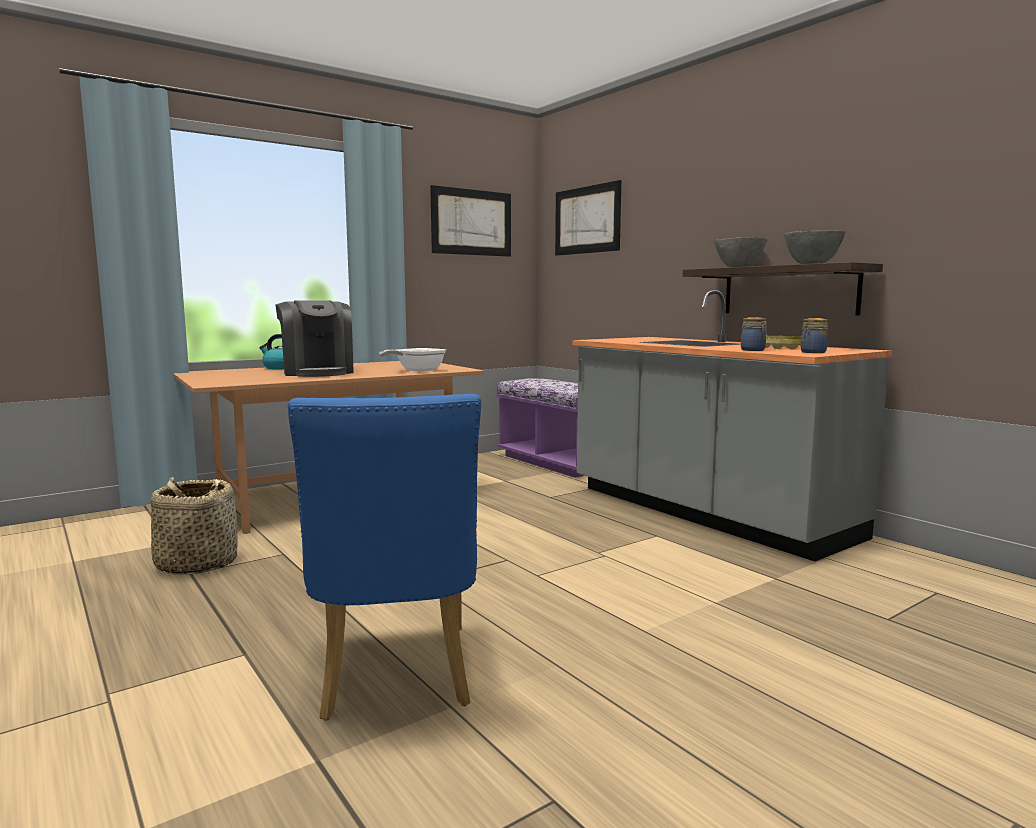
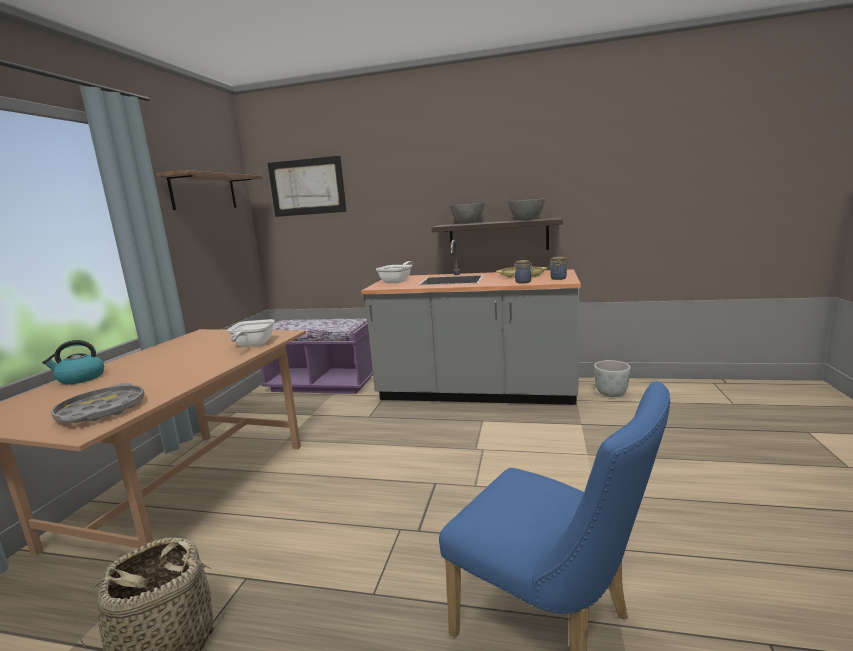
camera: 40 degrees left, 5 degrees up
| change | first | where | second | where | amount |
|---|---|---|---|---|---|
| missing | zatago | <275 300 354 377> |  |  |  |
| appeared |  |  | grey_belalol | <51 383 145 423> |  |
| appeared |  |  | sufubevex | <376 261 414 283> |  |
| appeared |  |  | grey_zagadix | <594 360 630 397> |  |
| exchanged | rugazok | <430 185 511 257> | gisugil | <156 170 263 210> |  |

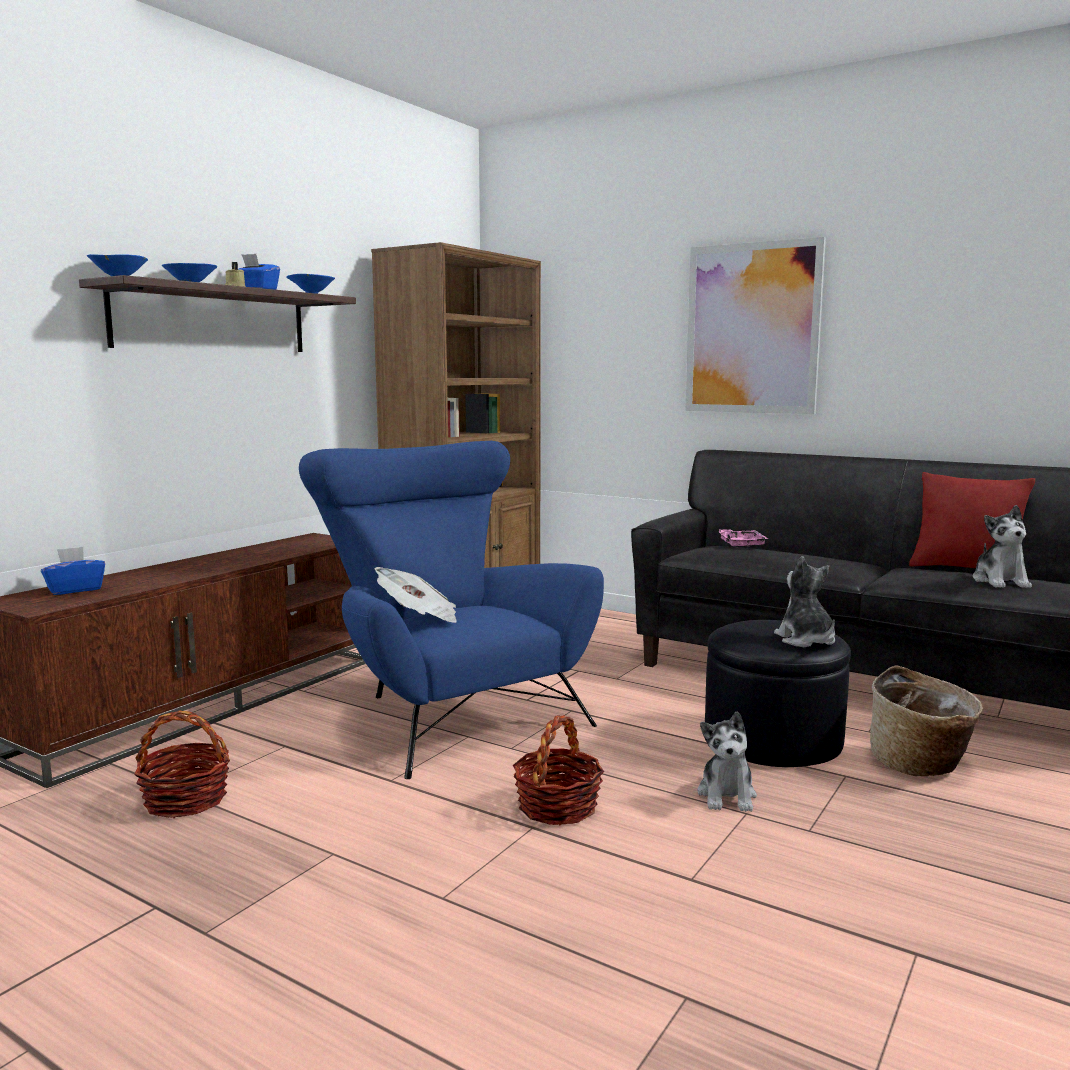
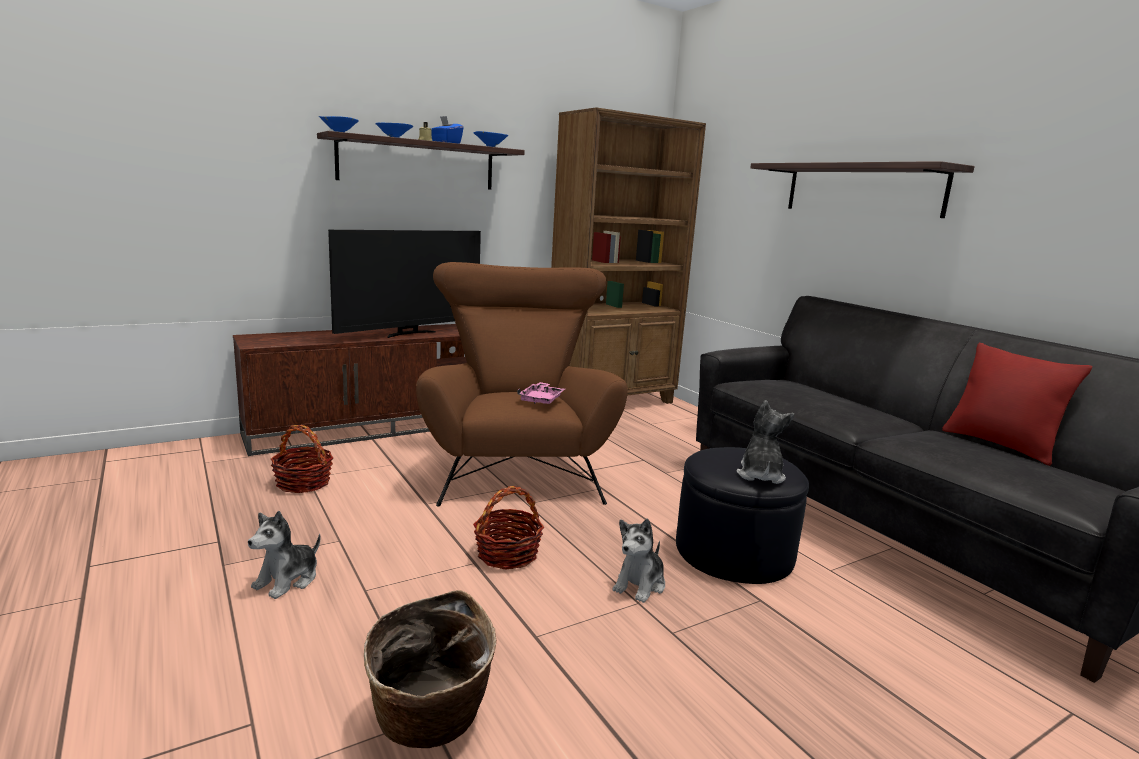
camera: 25 degrees right, 5 degrees up
| change | first | where | second | where | amount |
|---|---|---|---|---|---|
| missing | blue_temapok | <41 547 105 595> |  |  |  |
| missing | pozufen | <375 567 457 623> |  |  |  |
| appeared |  |  | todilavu | <328 230 481 338> |  |
| relocated | pink_belalol | <718 529 768 547> |  | <517 382 565 404> |  |
| relocated | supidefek | <870 665 983 776> |  | <364 590 496 748> |  |
| relocated | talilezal | <973 505 1032 588> |  | <248 511 320 599> |  |
| exchanged | rugazok | <685 237 826 414> | gisugil | <750 161 975 218> |  |
| colour | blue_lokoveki | <299 441 604 779> | brown_lokoveki | <416 262 628 507> |  |

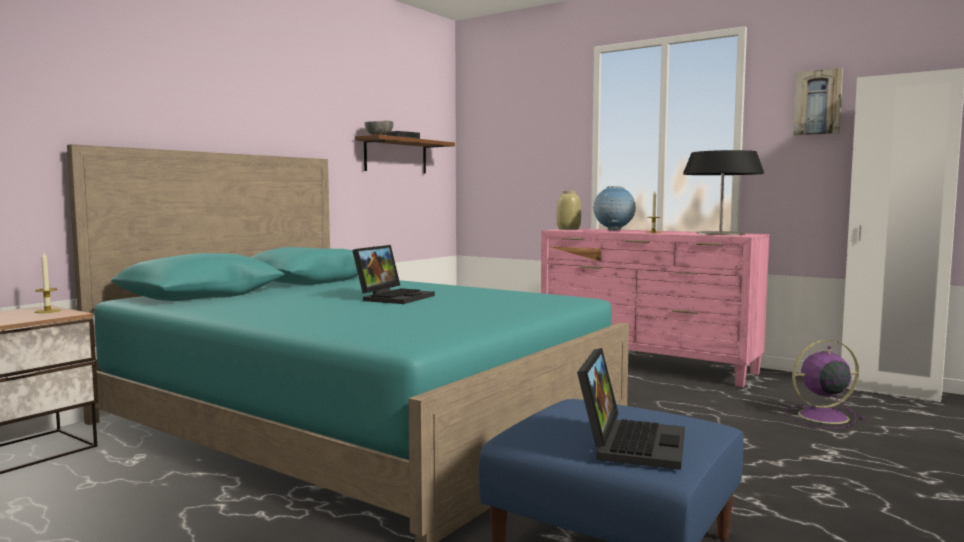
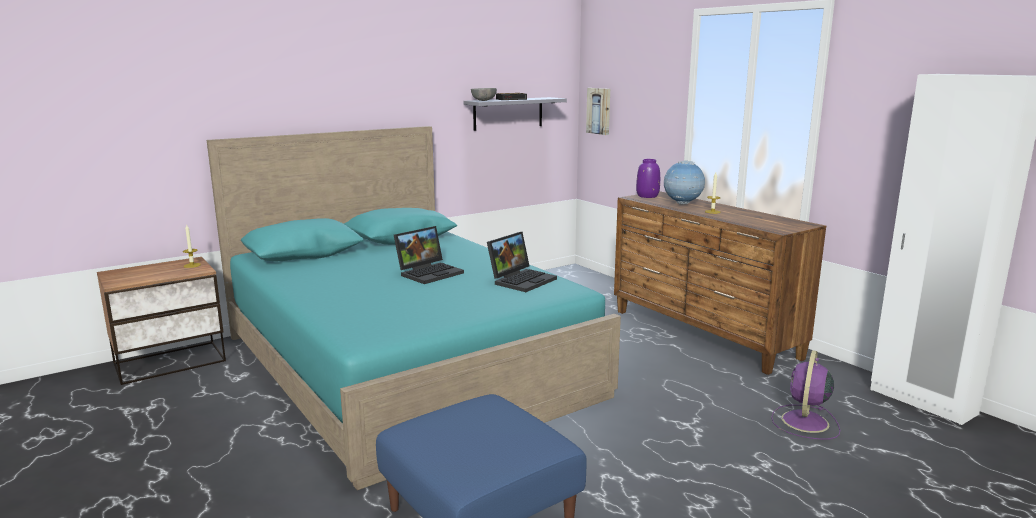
camera: 20 degrees right, 10 degrees up
| change | first | where | second | where | amount |
|---|---|---|---|---|---|
| missing | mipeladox | <683 150 764 235> |  |  |  |
| relocated | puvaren | <577 348 685 470> |  | <487 232 557 292> |  |
| relocated | rugazok | <793 68 843 136> |  | <586 88 610 135> |  |
| colour | brown_gisugil | <355 135 455 174> | grey_gisugil | <463 97 567 131> |  |
| colour | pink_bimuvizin | <541 228 769 388> | brown_bimuvizin | <614 191 826 375> |  |
| colour | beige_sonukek | <556 191 581 230> | purple_sonukek | <636 159 660 198> |  |
| spun | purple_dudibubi | <785 340 866 429> |  | <771 350 840 440> | 75 degrees counterclockwise |

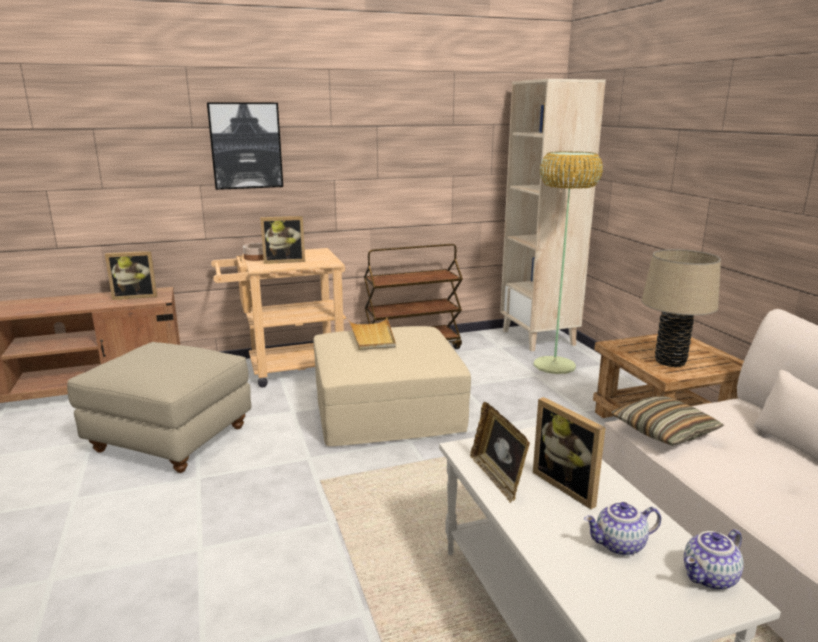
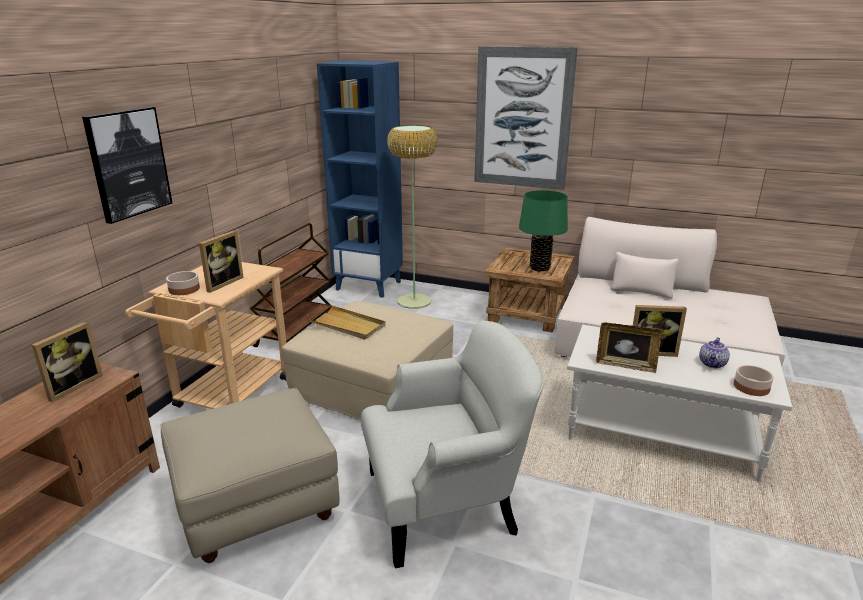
camera: 50 degrees left, 5 degrees up
| change | first | where | second | where | amount |
|---|---|---|---|---|---|
| missing | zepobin | <612 396 724 446> |  |  |  |
| missing | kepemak | <684 529 744 590> |  |  |  |
| appeared |  |  | white_lokoveki | <361 321 544 568> |  |
| appeared |  |  | rugazok | <474 46 578 190> |  |
| appeared |  |  | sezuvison | <734 365 774 396> |  |
| colour | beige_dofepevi | <500 79 606 351> | blue_dofepevi | <317 61 403 298> |  |
| colour | beige_mipeladox | <642 249 721 367> | green_mipeladox | <519 190 568 272> |  |

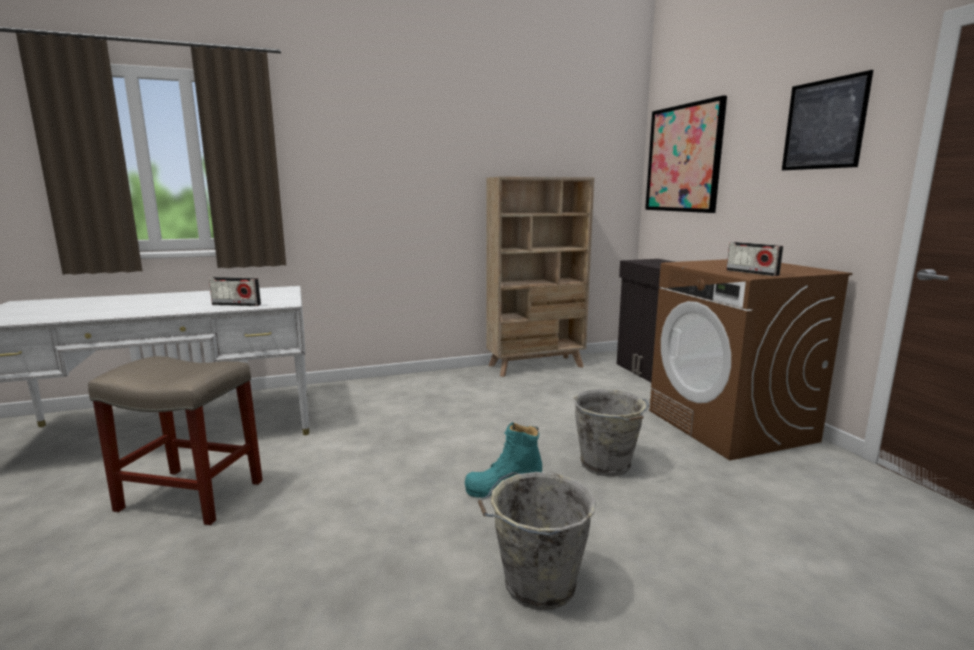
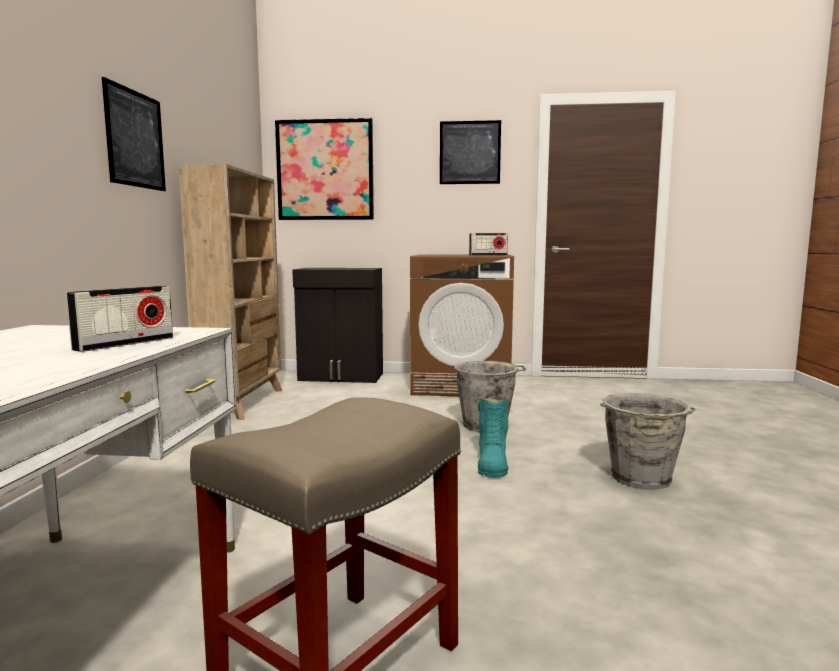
camera: 65 degrees left, 5 degrees down
| change | first | where | second | where | amount |
|---|---|---|---|---|---|
| appeared |  |  | rugazok | <102 77 166 191> |  |

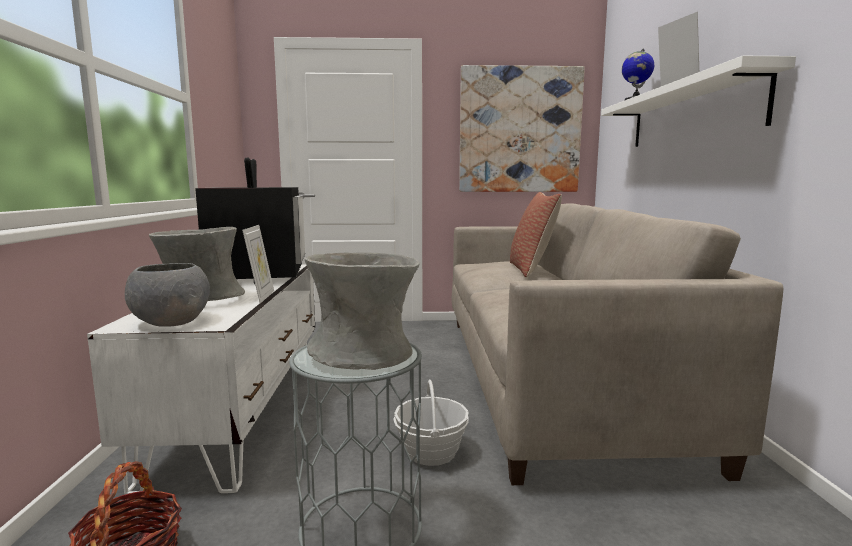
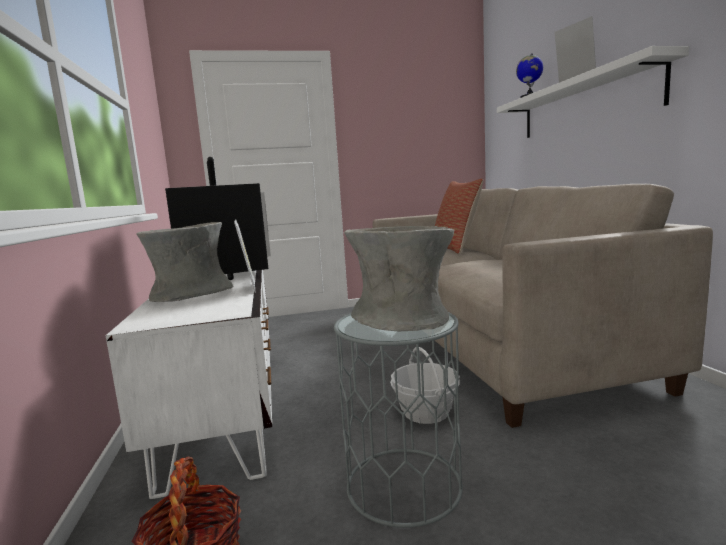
camera: 10 degrees left, 0 degrees up
| change | first | where | second | where | amount |
|---|---|---|---|---|---|
| missing | grey_sezuvison | <125 263 210 327> |  |  |  |
| missing | rugazok | <459 65 585 192> |  |  |  |

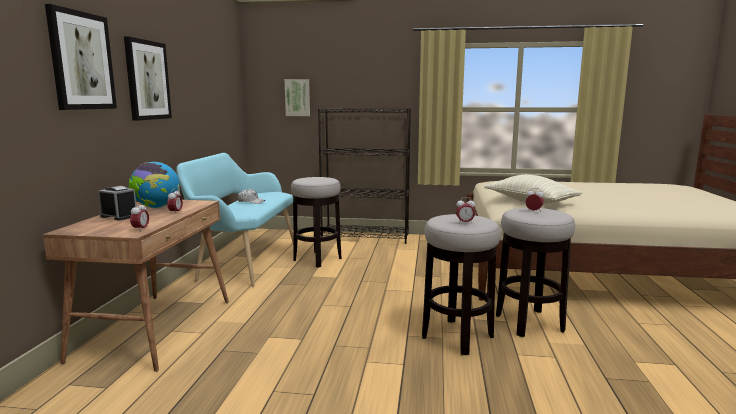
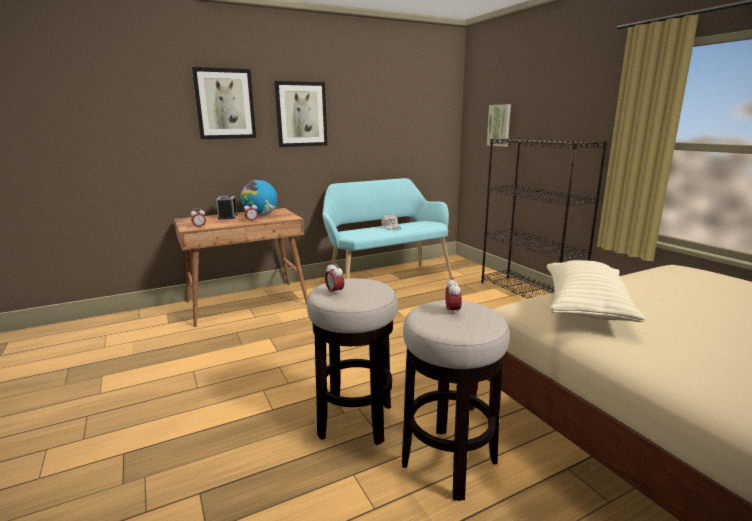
camera: 55 degrees right, 5 degrees up
| change | first | where | second | where | amount |
|---|---|---|---|---|---|
| missing | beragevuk | <291 177 342 268> |  |  |  |

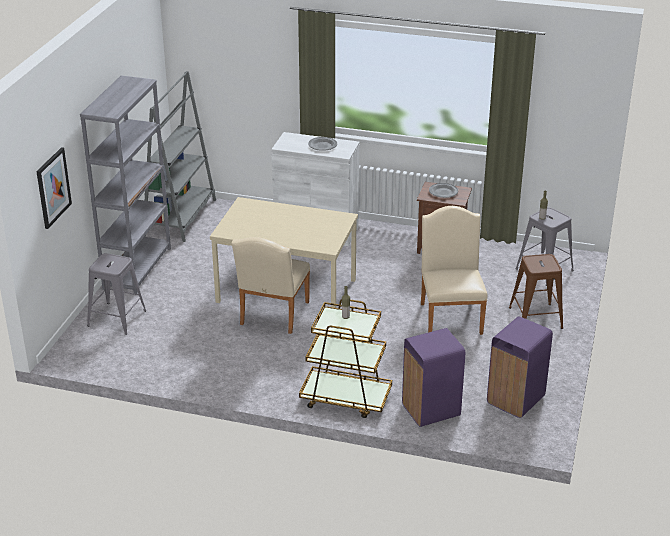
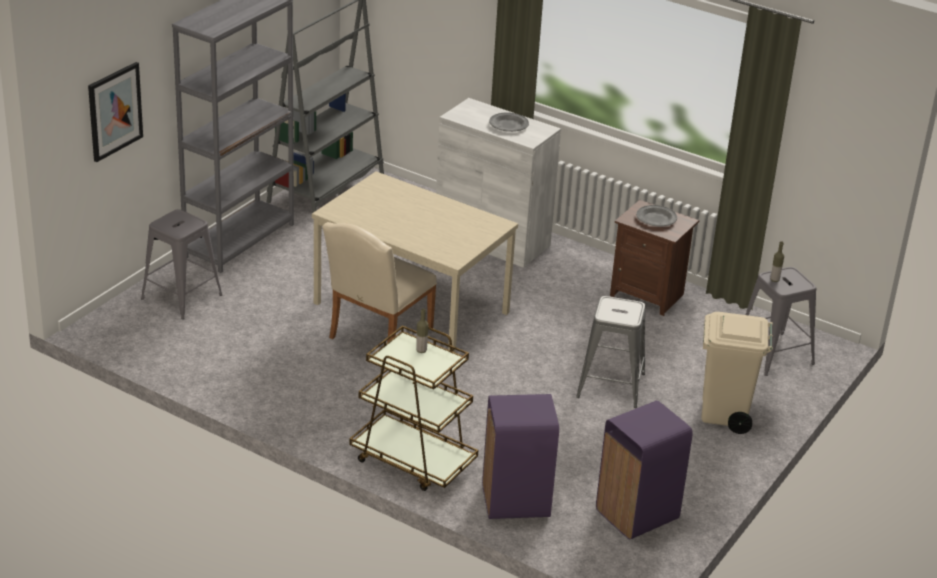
camera: 15 degrees right, 0 degrees up
| change | first | where | second | where | amount |
|---|---|---|---|---|---|
| exchanged | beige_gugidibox | <421 206 488 335> | grey_beragevuk | <576 296 645 408> |  |
| exchanged | brown_beragevuk | <509 254 563 329> | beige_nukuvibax | <701 312 773 434> |  |

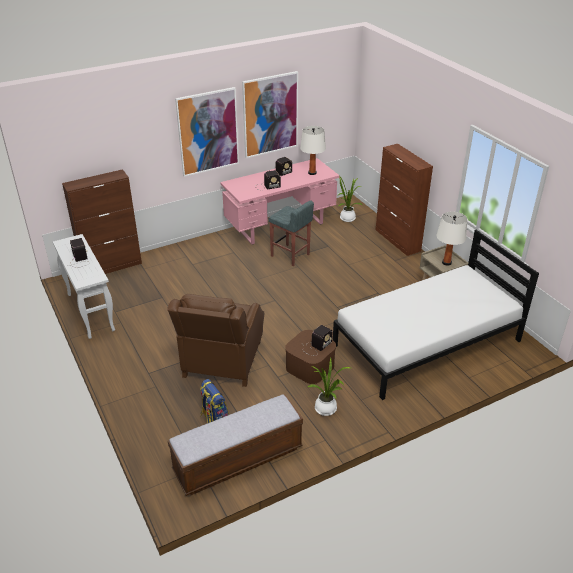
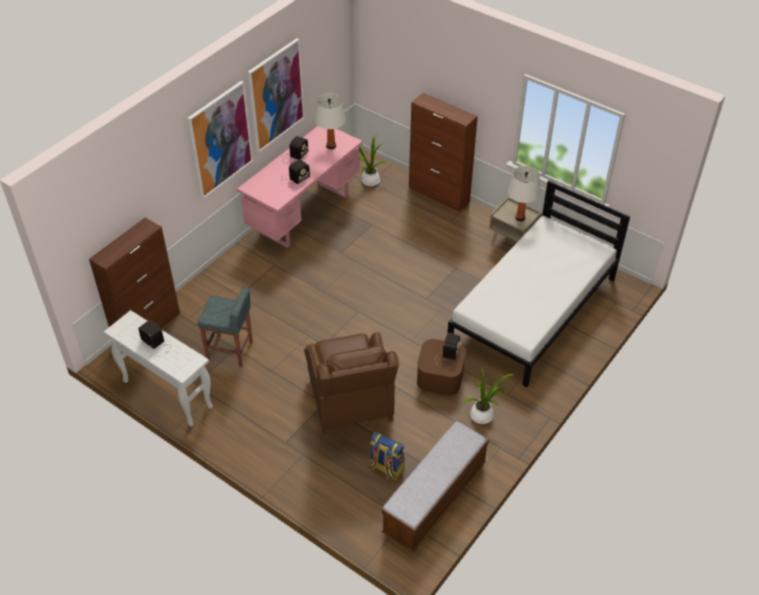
camera: 25 degrees left, 10 degrees up
| change | first | where | second | where | amount |
|---|---|---|---|---|---|
| relocated | grey_beragevuk | <269 200 314 266> |  | <197 287 253 367> |  |

